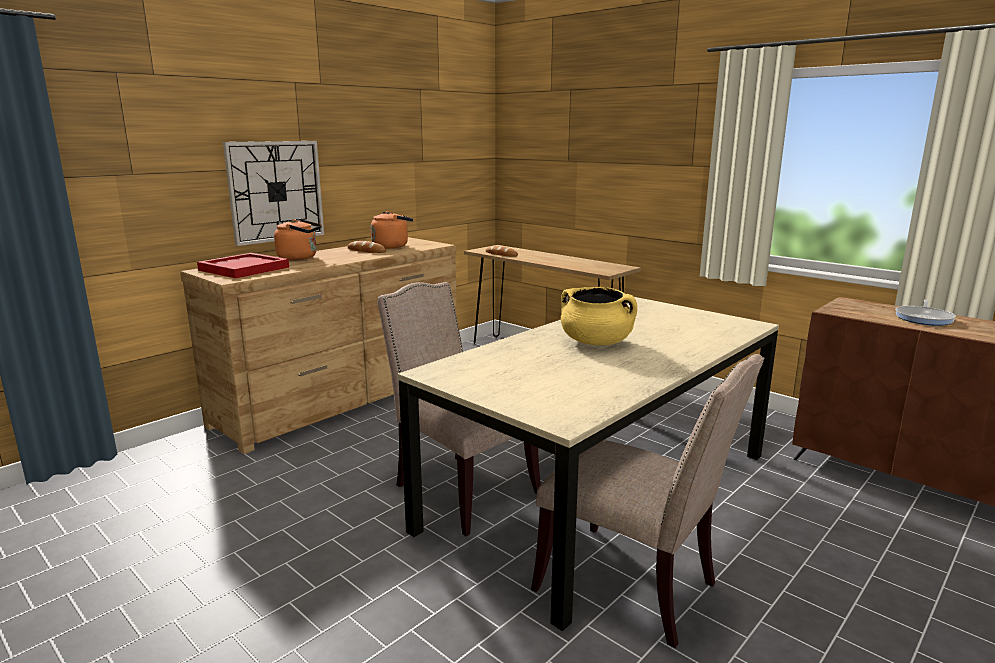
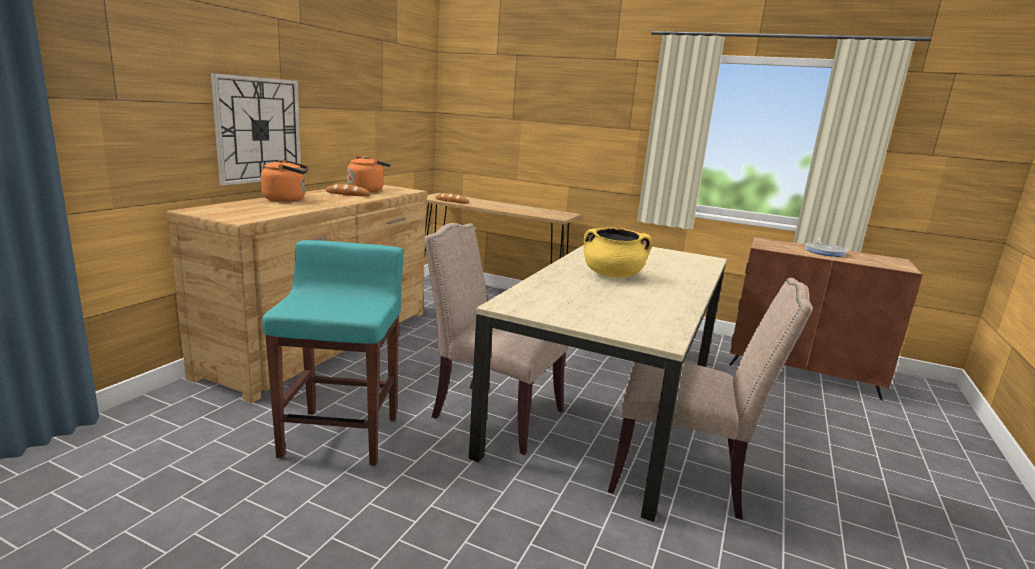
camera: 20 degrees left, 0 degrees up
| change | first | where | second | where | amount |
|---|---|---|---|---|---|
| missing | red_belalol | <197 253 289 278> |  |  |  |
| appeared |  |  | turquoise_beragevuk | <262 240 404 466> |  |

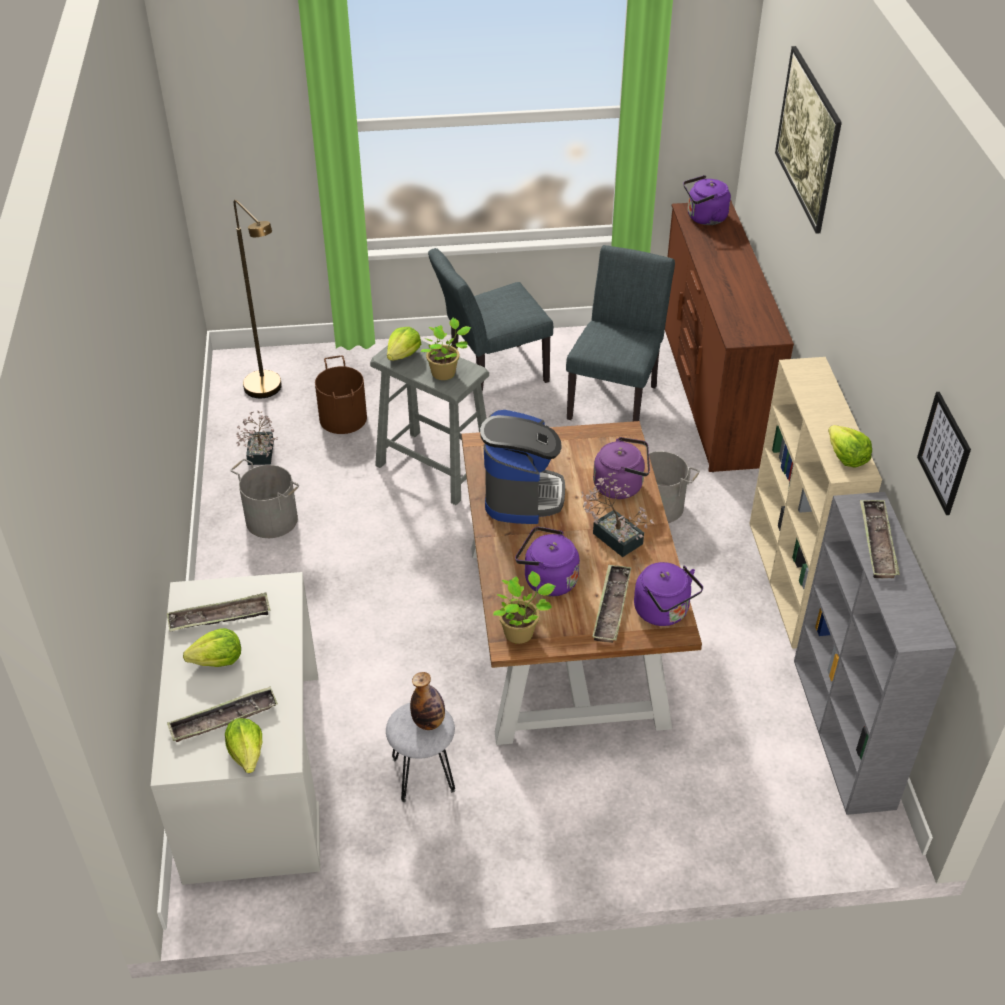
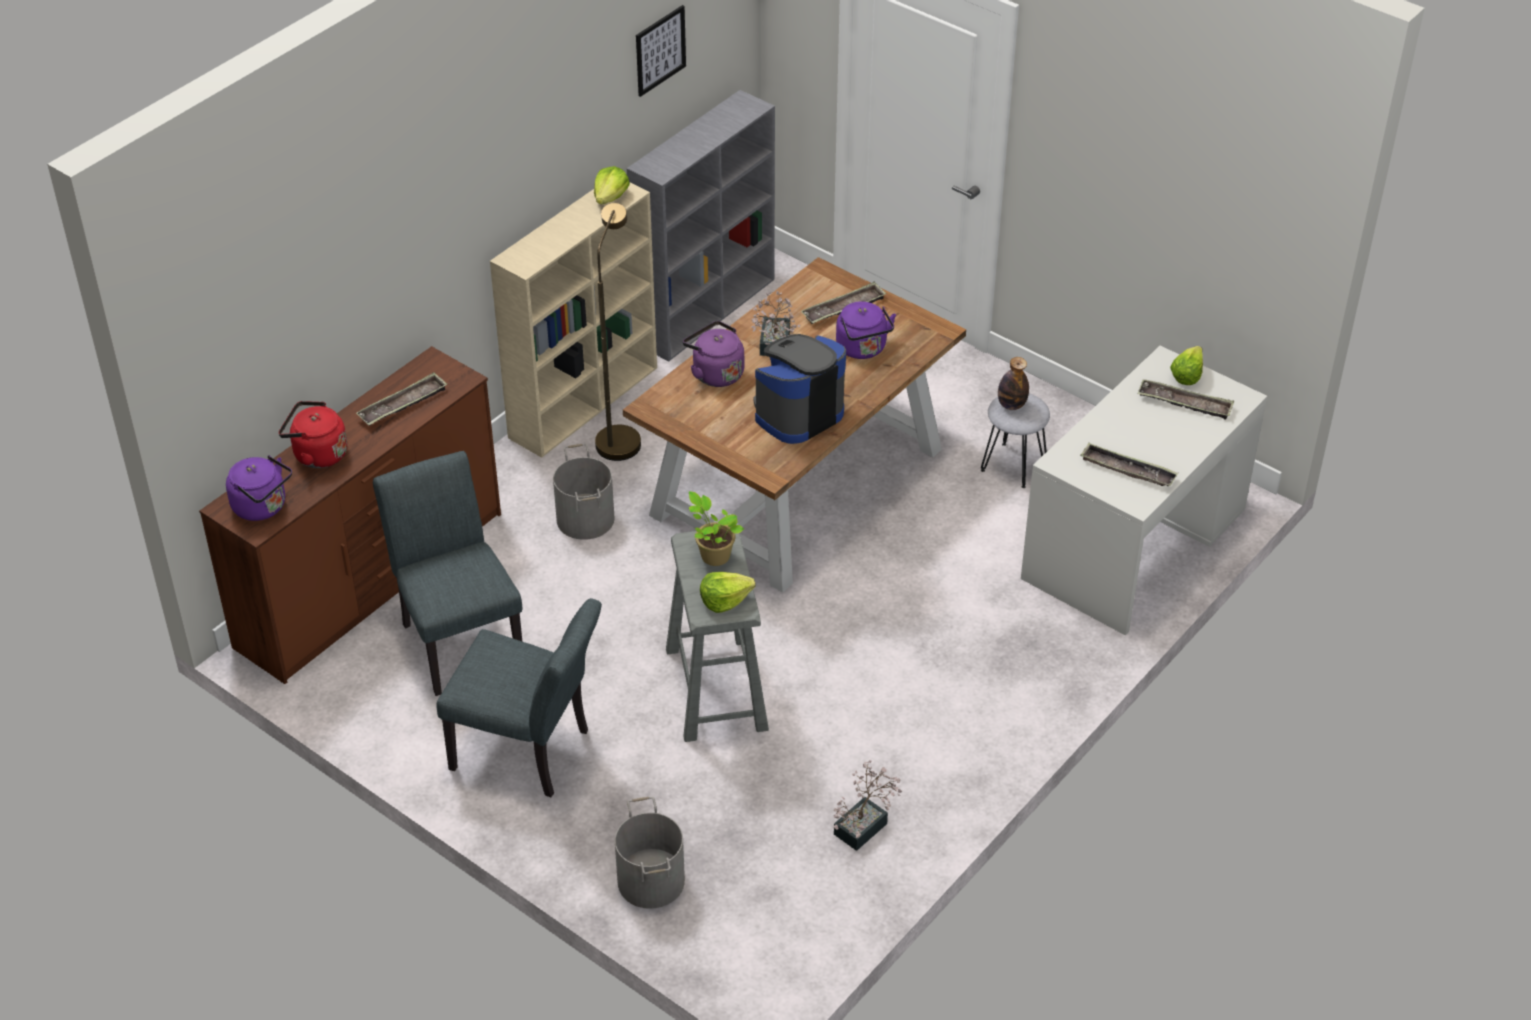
camera: 135 degrees left, 0 degrees up
| change | first | where | second | where | amount |
|---|---|---|---|---|---|
| missing | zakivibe | <183 628 241 667> |  |  |  |
| missing | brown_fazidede | <315 355 367 434> |  |  |  |
| missing | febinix | <493 571 555 644> |  |  |  |
| missing | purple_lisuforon | <634 562 703 626> |  |  |  |
| missing | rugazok | <775 46 842 234> |  |  |  |
| appeared |  |  | red_lisuforon | <279 401 347 468> |  |
| relocated | grey_fazidede | <230 459 299 538> |  | <615 797 685 909> |  |
| relocated | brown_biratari | <234 200 282 398> |  | <595 203 641 461> |  |
| relocated | belalol | <860 500 900 578> |  | <356 372 447 426> |  |
| spun | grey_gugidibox | <566 245 675 421> |  | <373 451 523 696> | 90 degrees clockwise |

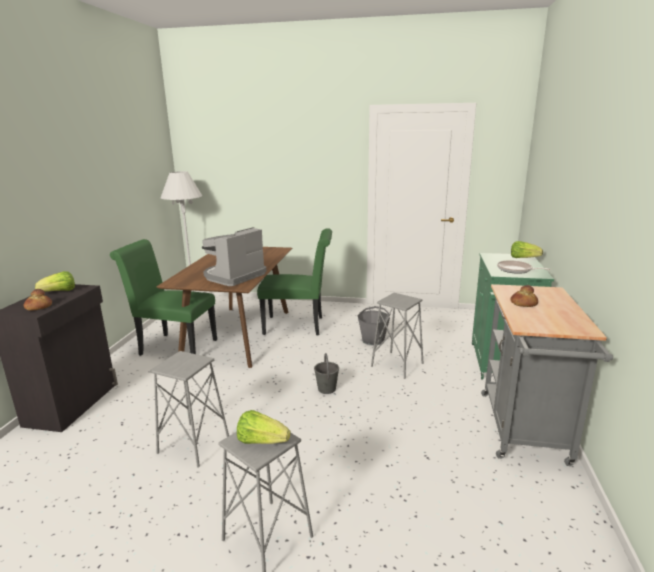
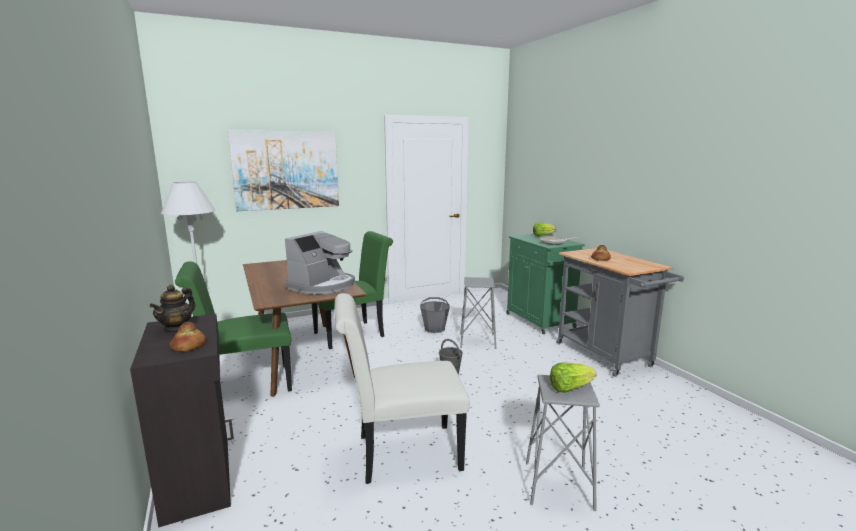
camera: 35 degrees left, 5 degrees down
| change | first | where | second | where | amount |
|---|---|---|---|---|---|
| appeared |  |  | rugazok | <228 130 339 211> |  |
| exchanged | zakivibe | <35 271 75 292> | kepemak | <150 285 195 333> |  |
| exchanged | grey_beragevuk | <150 351 229 468> | white_gugidibox | <335 293 470 484> |  |
| spun | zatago | <202 227 267 286> |  | <285 231 355 294> | 150 degrees counterclockwise |

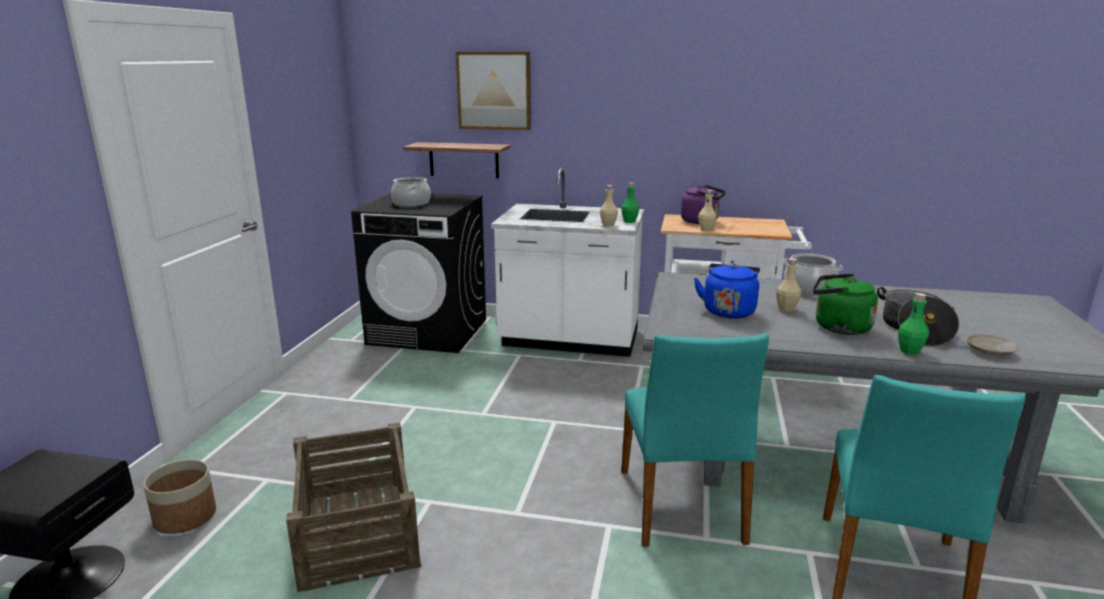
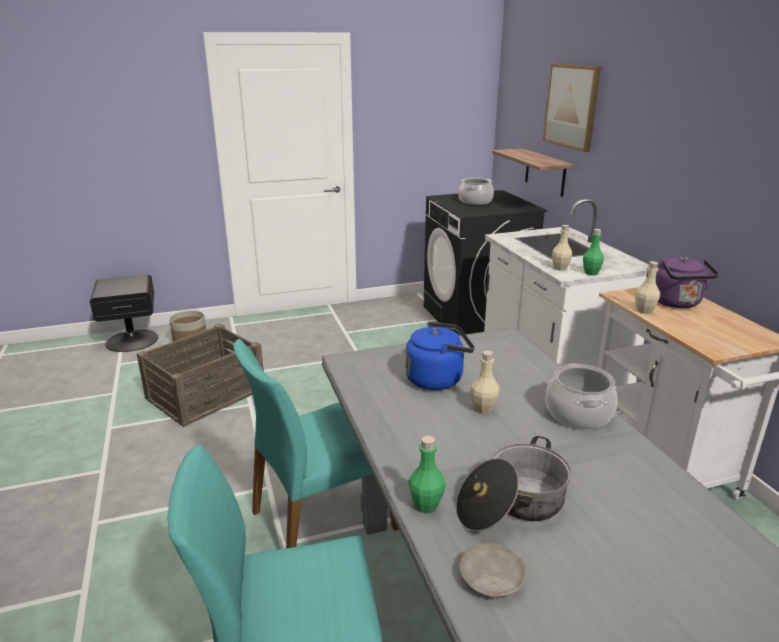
camera: 60 degrees right, 5 degrees up
| change | first | where | second | where | amount |
|---|---|---|---|---|---|
| missing | green_lisuforon | <813 274 878 335> |  |  |  |

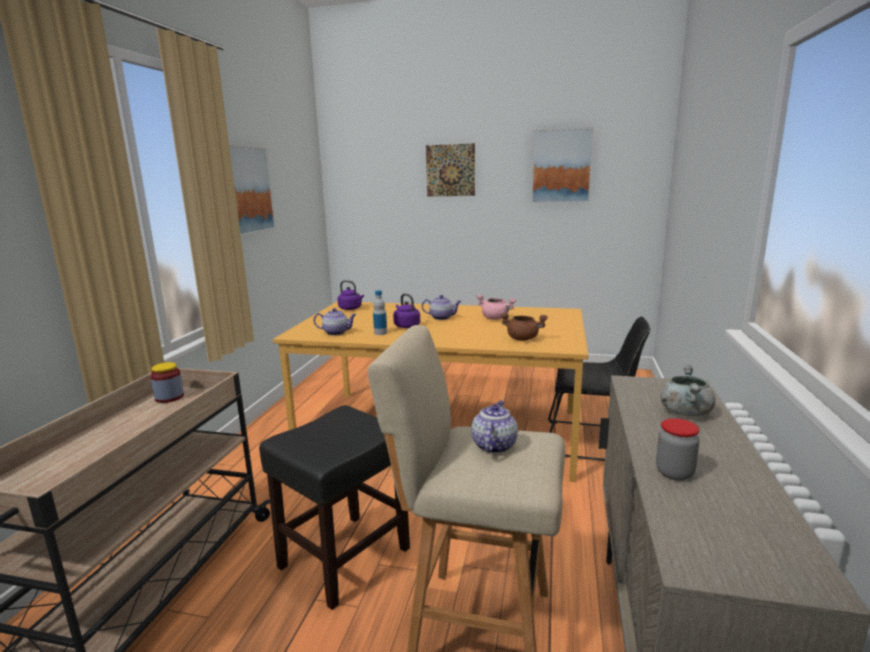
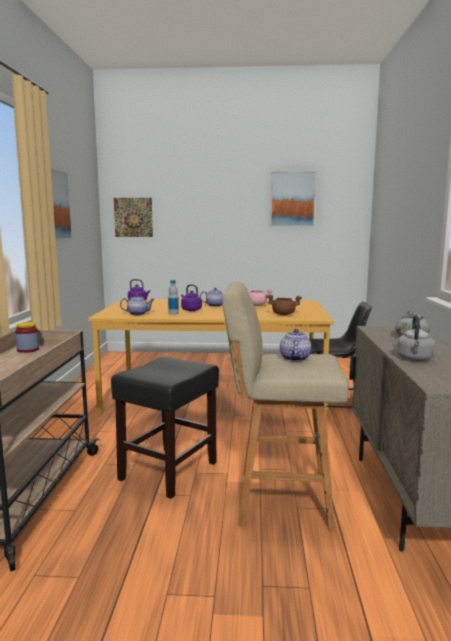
camera: 10 degrees left, 5 degrees down
| change | first | where | second | where | amount |
|---|---|---|---|---|---|
| relocated | rugazok | <426 143 475 197> |  | <114 198 153 237> |  |
| exchanged | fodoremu | <656 418 700 480> | grey_lisuforon | <397 315 435 361> |  |

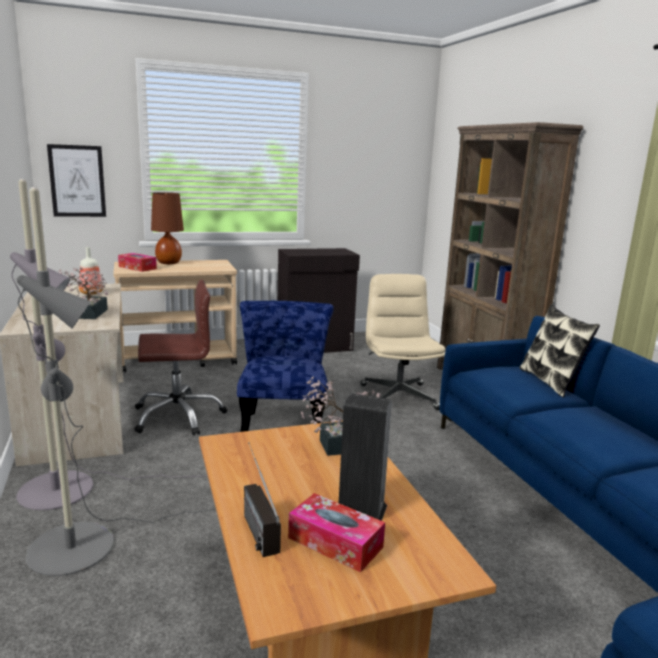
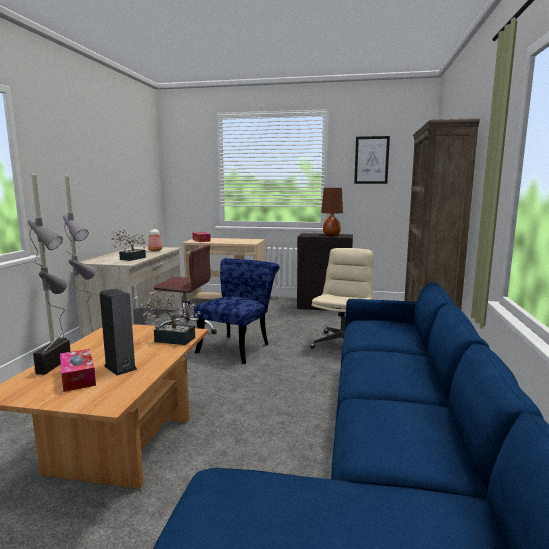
camera: 30 degrees right, 5 degrees down
| change | first | where | second | where | amount |
|---|---|---|---|---|---|
| missing | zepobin | <520 304 600 397> |  |  |  |
| relocated | rugazok | <47 144 106 217> |  | <354 136 390 184> |  |
| relocated | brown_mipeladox | <151 193 184 264> |  | <321 188 343 236> |  |

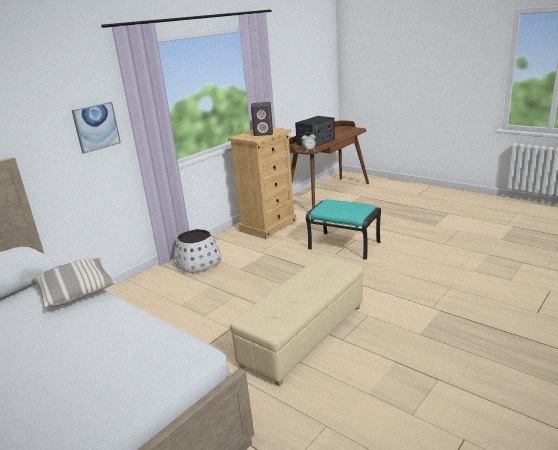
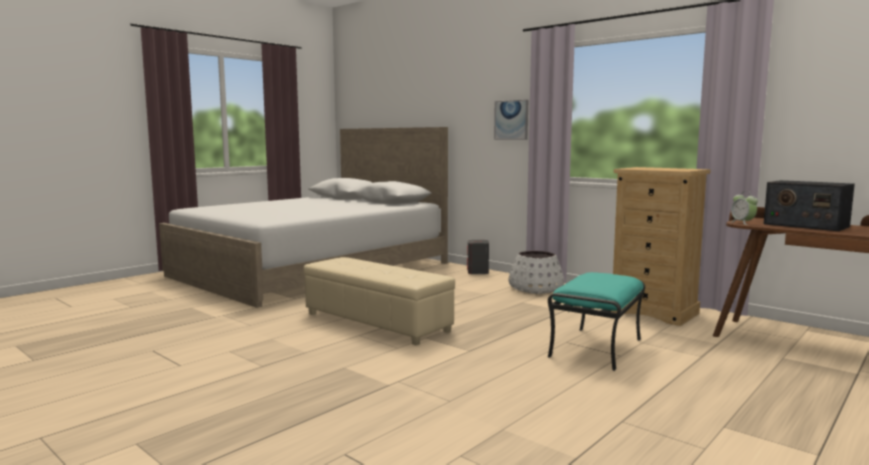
camera: 90 degrees right, 15 degrees down
| change | first | where | second | where | amount |
|---|---|---|---|---|---|
| missing | zepobin | <33 258 116 308> |  |  |  |
| relocated | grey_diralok | <251 102 273 136> |  | <467 240 489 274> |  |

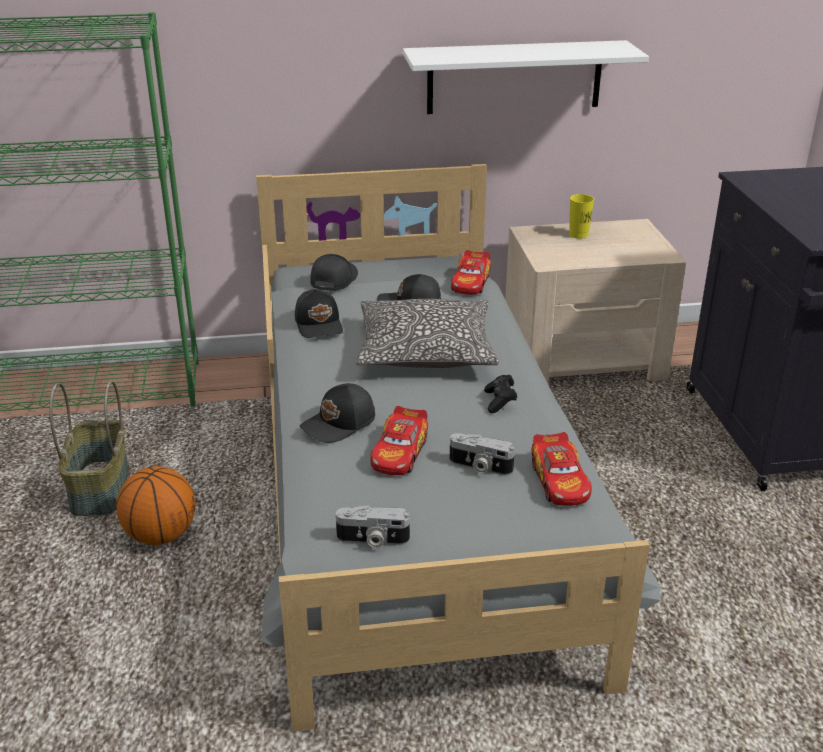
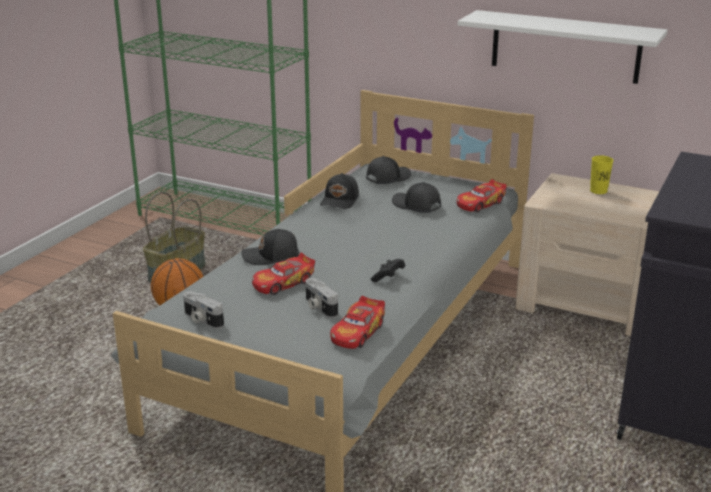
camera: 35 degrees right, 5 degrees down
| change | first | where | second | where | amount |
|---|---|---|---|---|---|
| missing | zepobin | <356 299 499 368> |  |  |  |

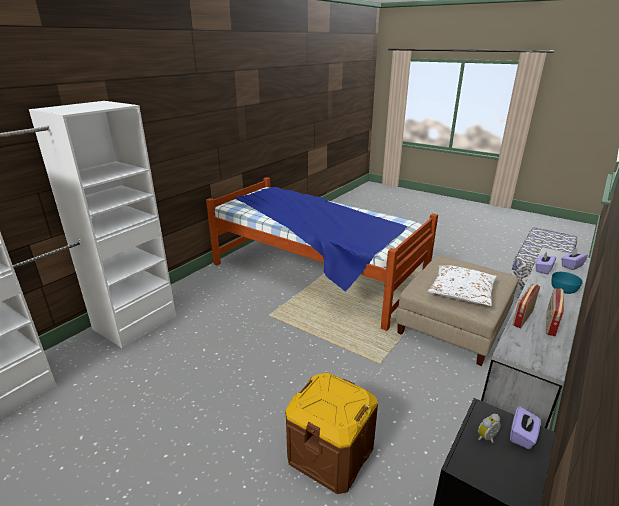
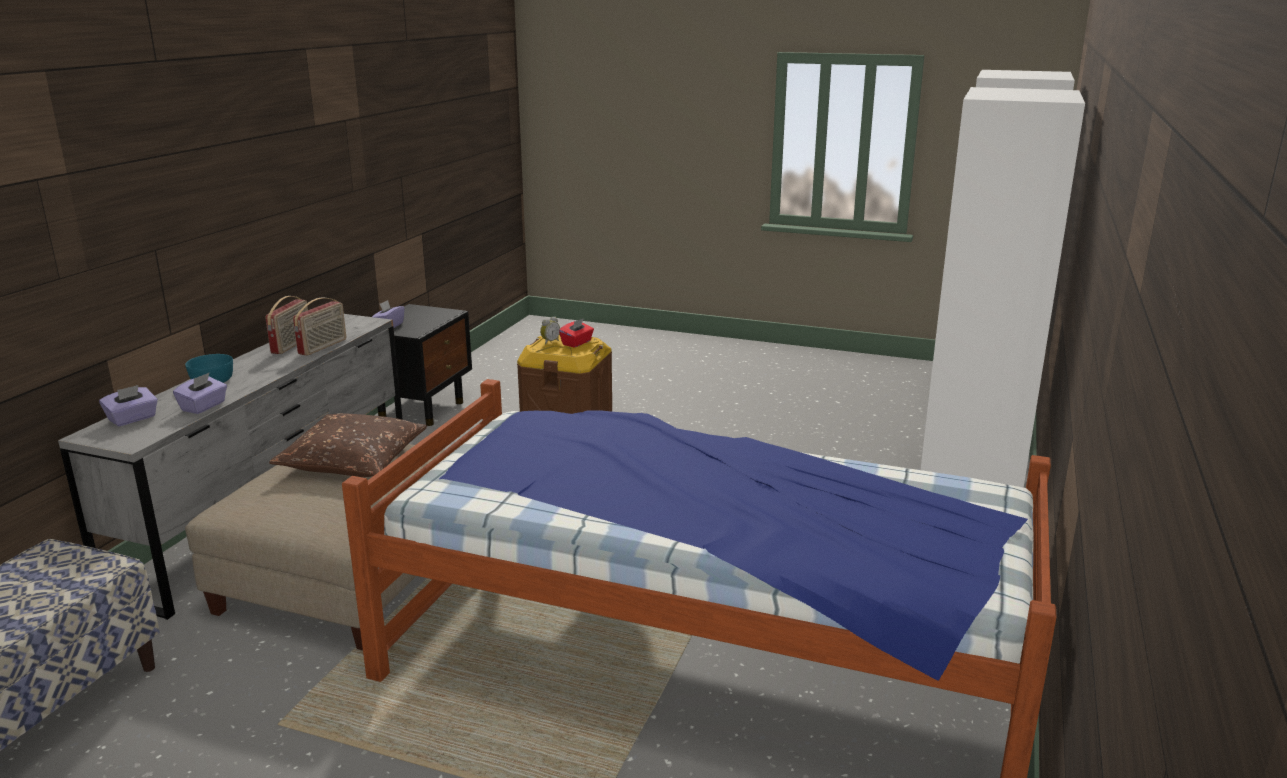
camera: 165 degrees right, 5 degrees down
| change | first | where | second | where | amount |
|---|---|---|---|---|---|
| appeared |  |  | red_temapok | <559 318 594 348> |  |
| relocated | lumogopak | <478 414 501 443> |  | <540 317 560 344> |  |
| colour | white_zepobin | <428 265 497 306> | brown_zepobin | <269 413 427 477> |  |

